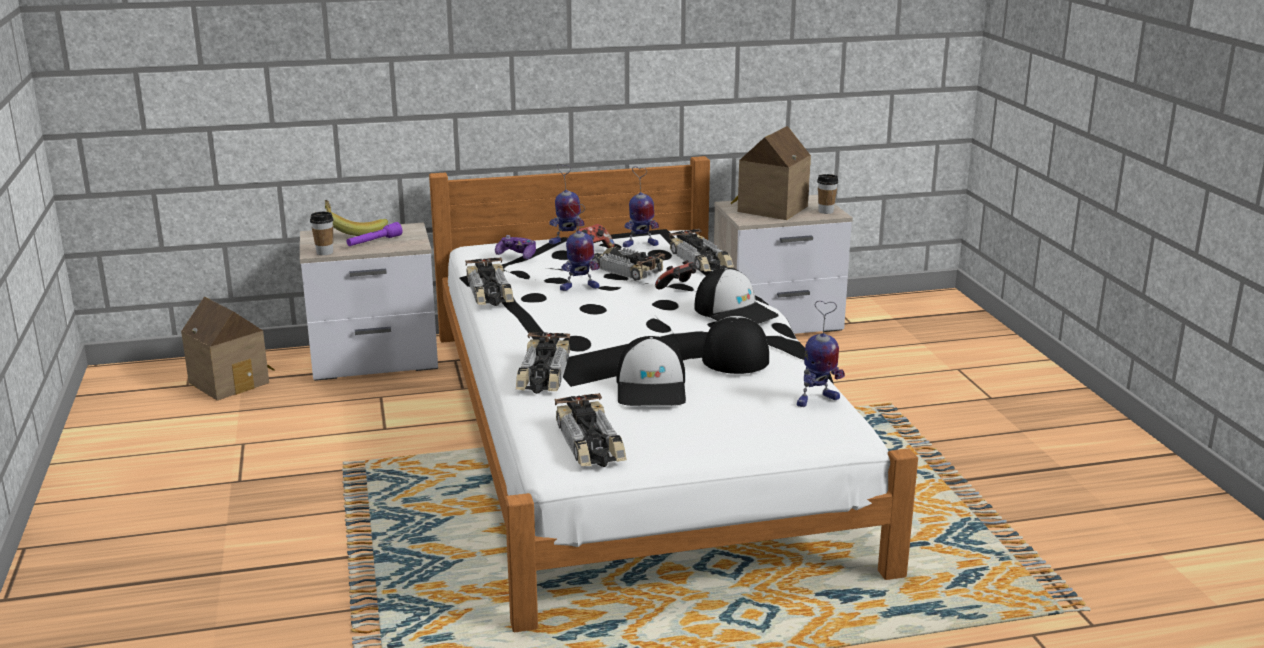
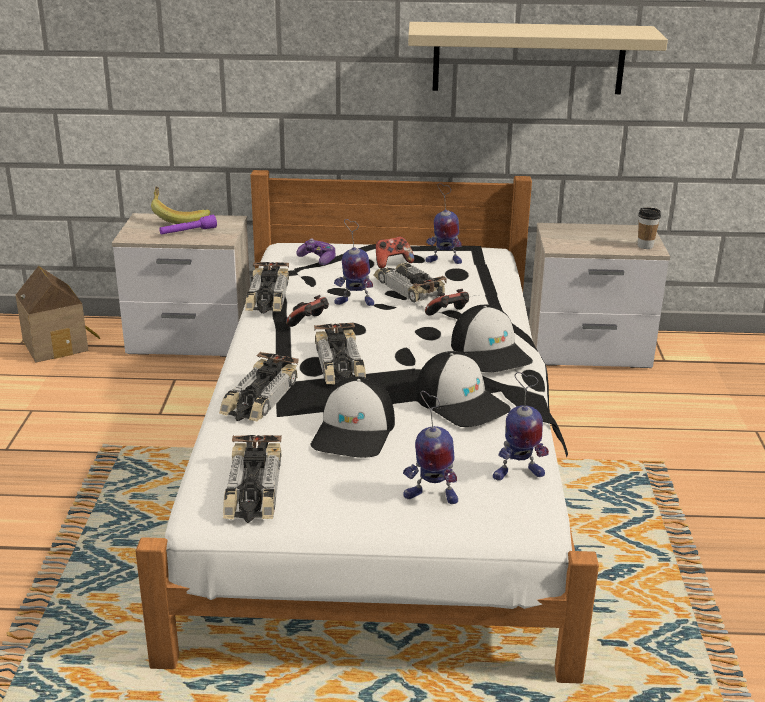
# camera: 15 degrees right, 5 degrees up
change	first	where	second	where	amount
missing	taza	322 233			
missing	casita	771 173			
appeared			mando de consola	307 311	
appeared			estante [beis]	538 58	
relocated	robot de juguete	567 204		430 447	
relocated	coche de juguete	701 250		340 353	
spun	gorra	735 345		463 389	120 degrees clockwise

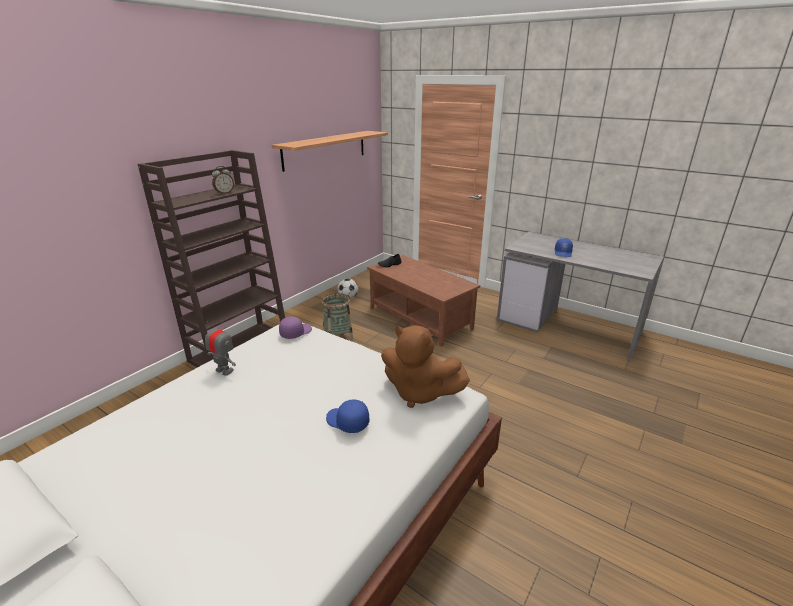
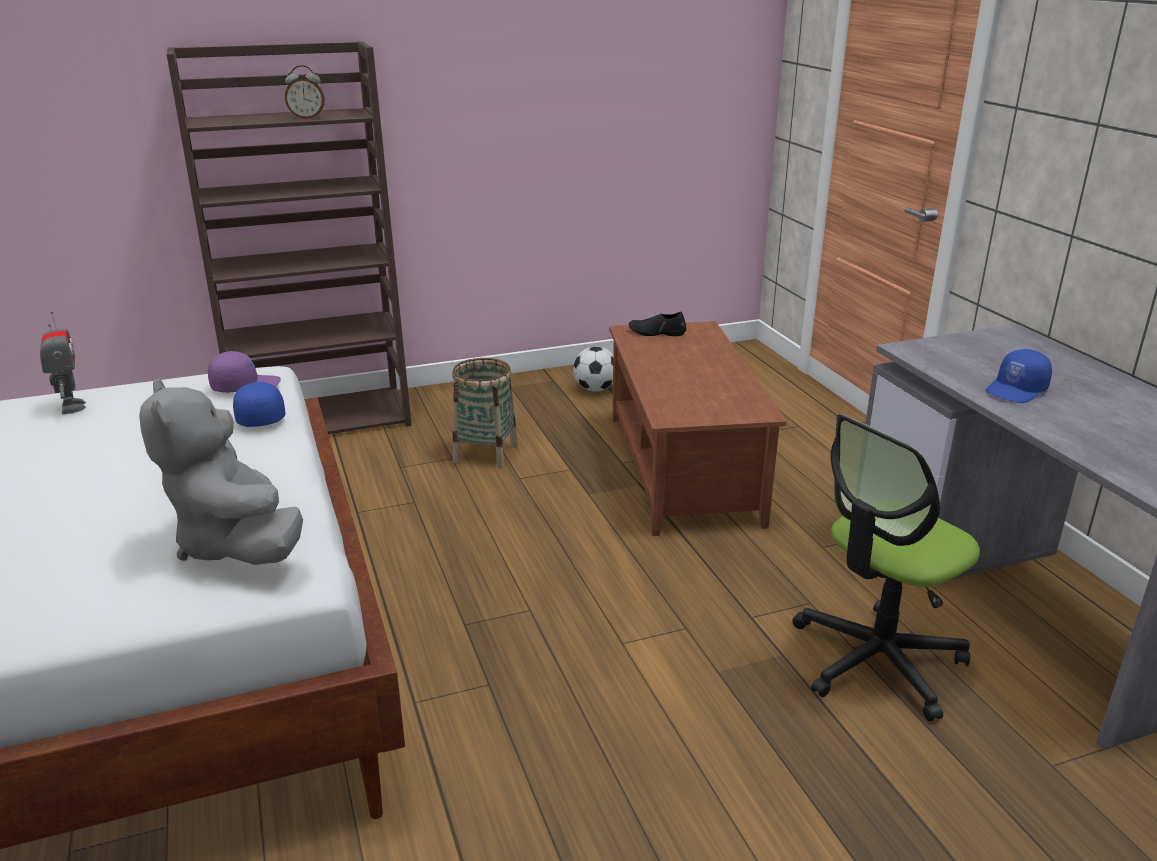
# camera: 35 degrees right, 0 degrees up
change	first	where	second	where	amount
missing	estante	330 151			
appeared			silla de oficina	886 567	
relocated	gorra [azul]	347 416		259 404	
colour	peluche [marrón]	425 366	peluche [gris]	221 471	

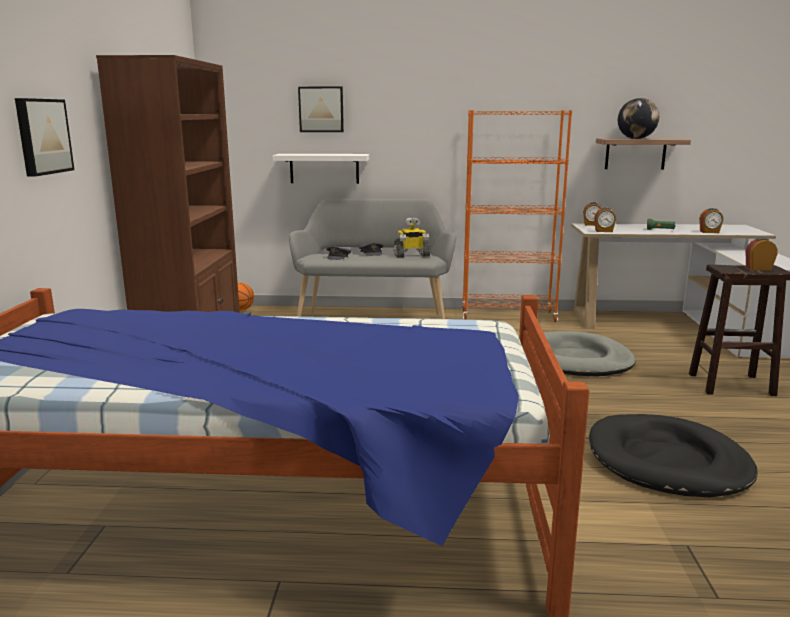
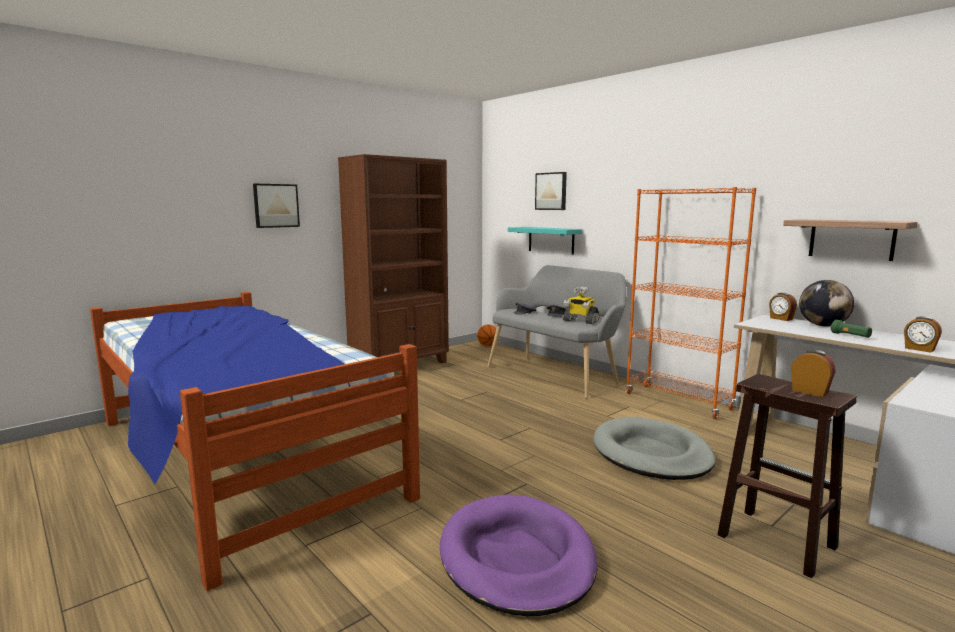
# camera: 45 degrees right, 5 degrees down
change	first	where	second	where	amount
missing	despertador	605 219			
relocated	globo terráqueo	638 118		826 303	
colour	estante [blanco]	321 169	estante [turquesa]	545 241	
colour	cama para perro [negro]	673 455	cama para perro [morado]	518 555	

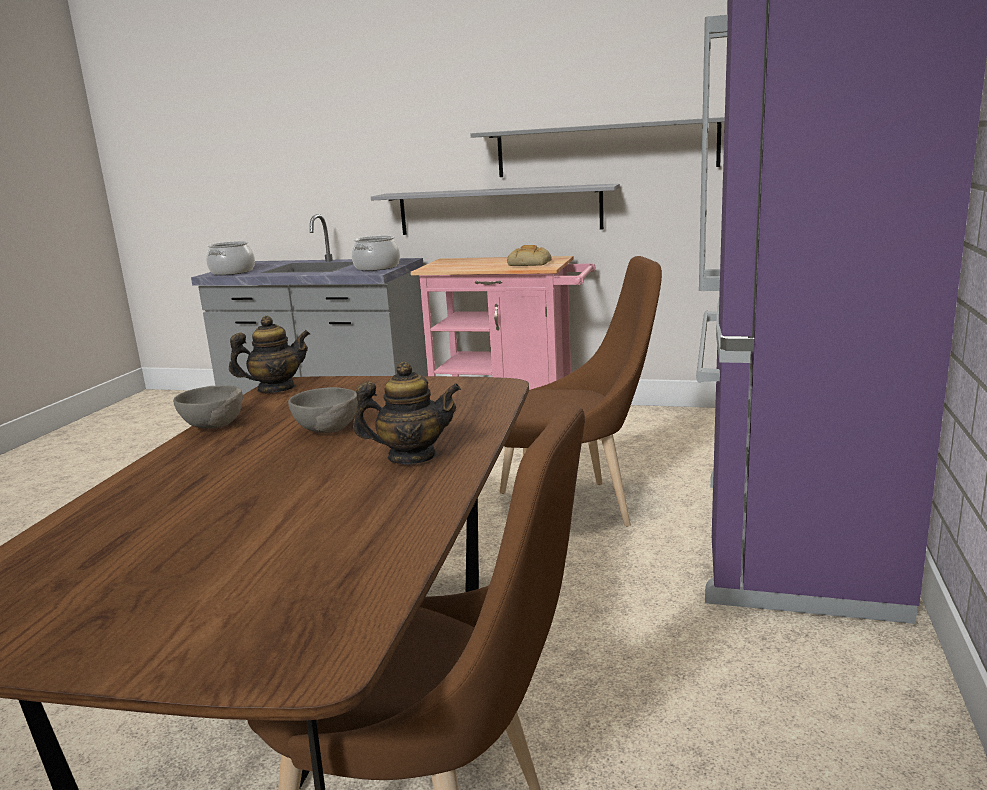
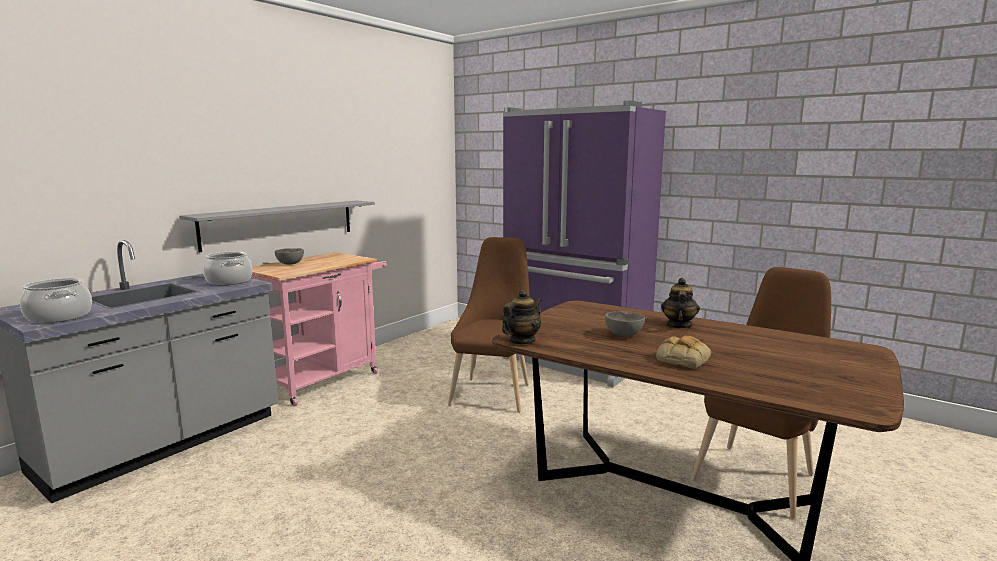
# camera: 70 degrees left, 5 degrees down
change	first	where	second	where	amount
missing	estante [gris]	598 147			
relocated	cuenco [gris]	208 407		289 256	
relocated	pan	529 255		683 352	
spun	tetera	269 354		522 316	45 degrees clockwise

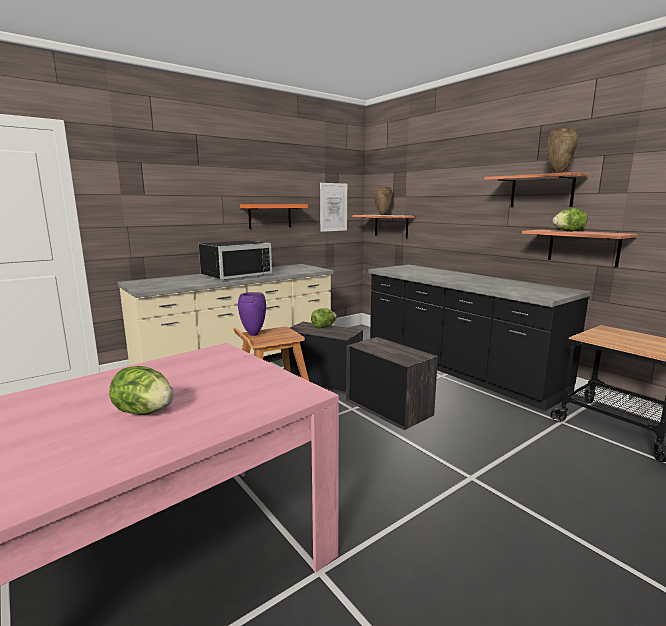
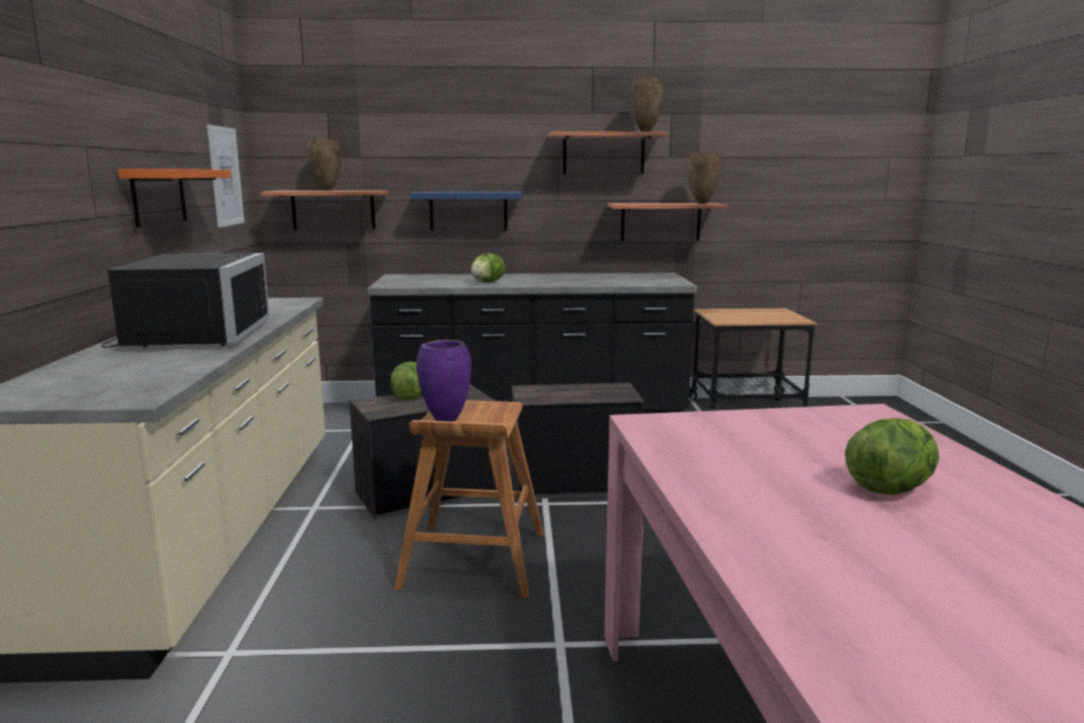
# camera: 55 degrees left, 0 degrees up
change	first	where	second	where	amount
appeared			estante [azul]	466 211	
appeared			florero [marrón]	704 178	
relocated	lechuga	570 220		488 268	

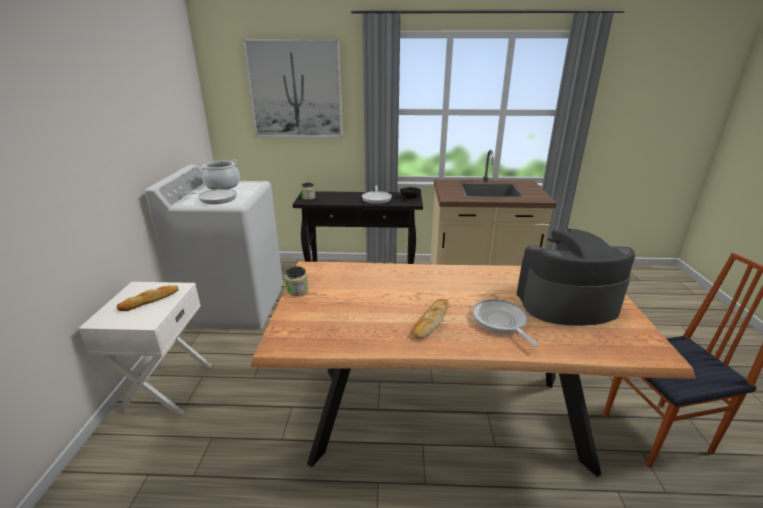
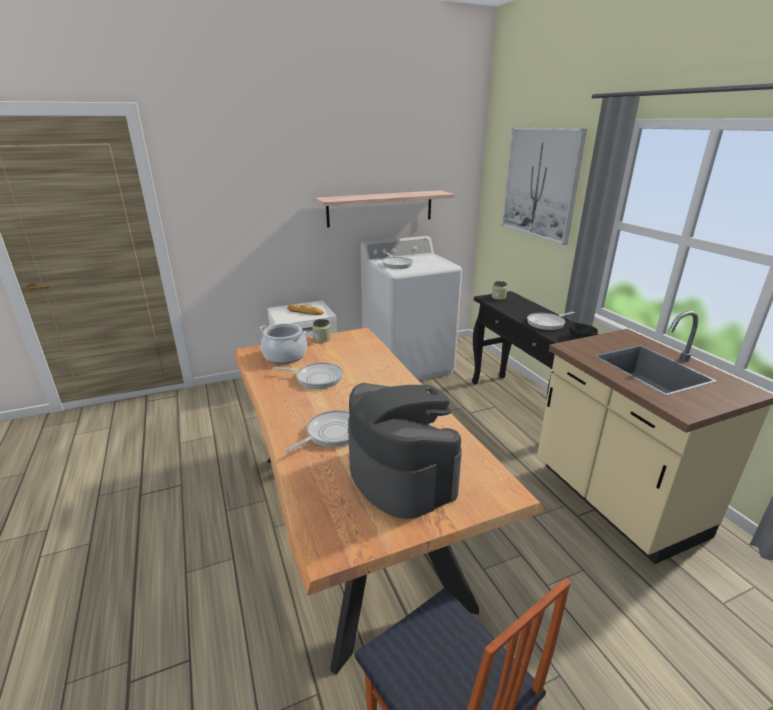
# camera: 65 degrees right, 0 degrees up
change	first	where	second	where	amount
missing	pan	430 319			
appeared			sartén	308 375	
appeared			estante	385 209	
relocated	olla	219 175		283 343	

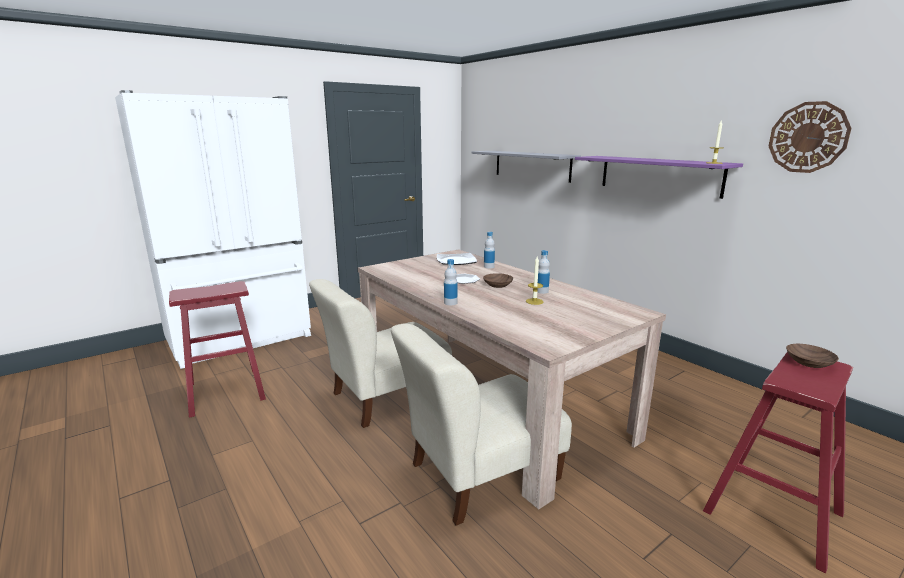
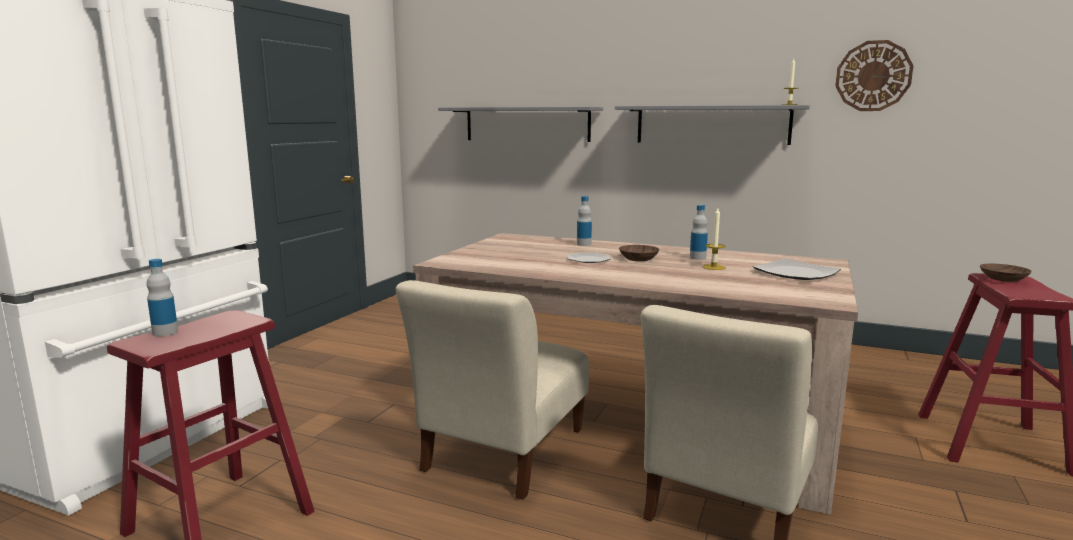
# camera: 30 degrees left, 5 degrees down
change	first	where	second	where	amount
relocated	plato	457 259		797 269	
relocated	botella	450 282		162 298	
colour	estante [morado]	659 177	estante [gris]	712 125	

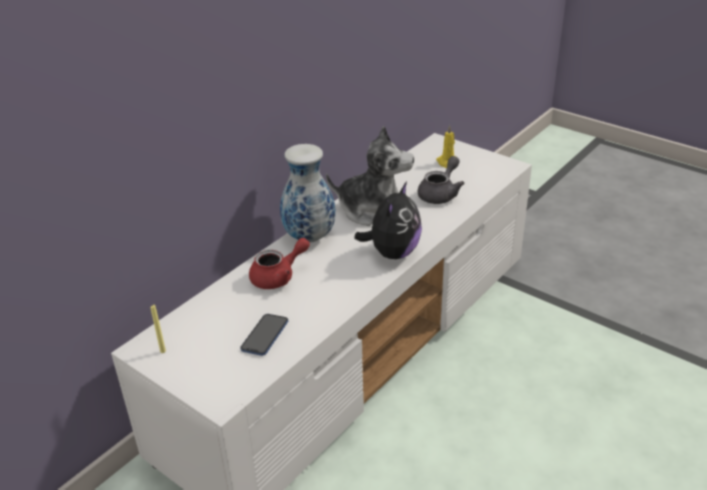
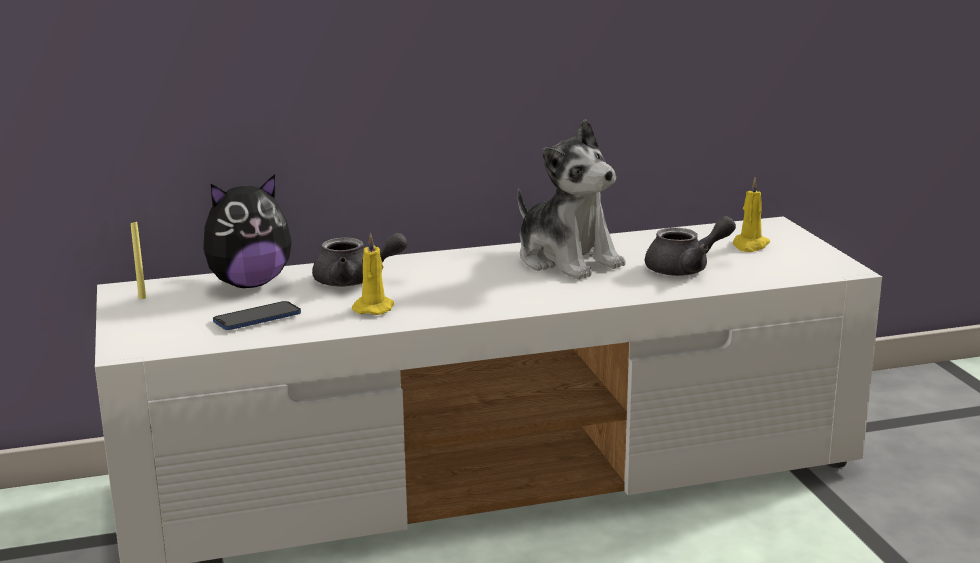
# camera: 35 degrees right, 15 degrees down
change	first	where	second	where	amount
missing	florero	308 193			
appeared			vela [amarillo]	373 274	
relocated	peluche	388 220		247 231	
colour	tetera [rojo]	279 263	tetera [gris]	359 260	

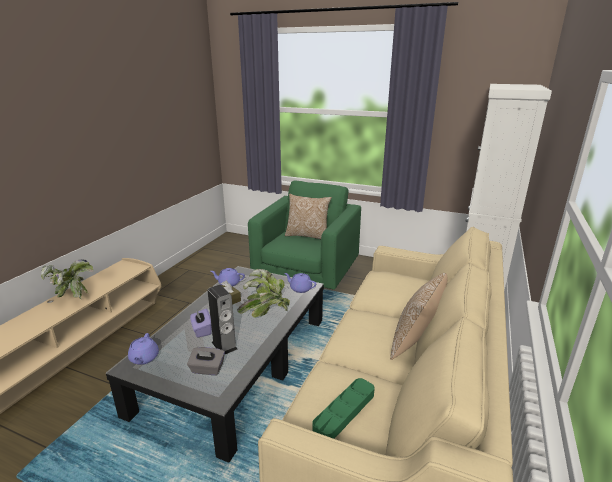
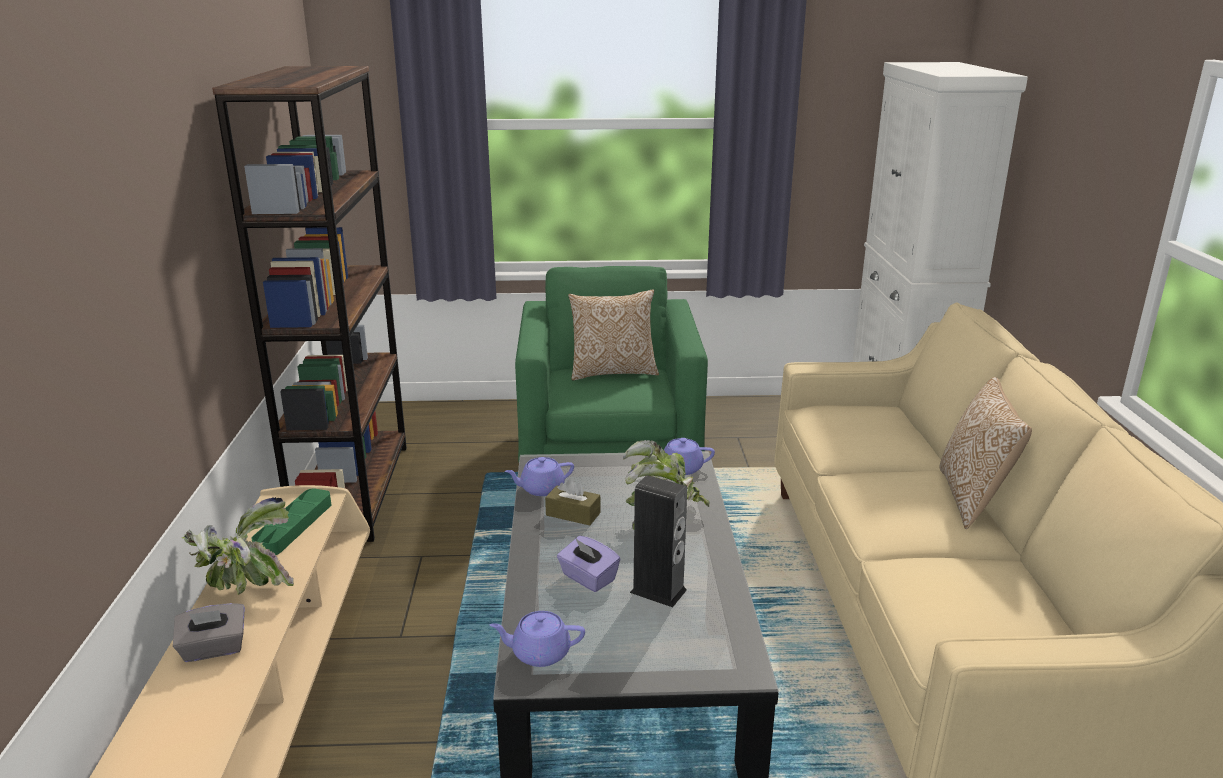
# camera: 25 degrees left, 0 degrees up
change	first	where	second	where	amount
appeared			estantería [marrón]	309 304	
relocated	caja de pañuelos [gris]	206 361		209 632	
relocated	bandeja [verde]	343 408		291 521	
spun	tetera [morado]	143 349		537 639	120 degrees clockwise

